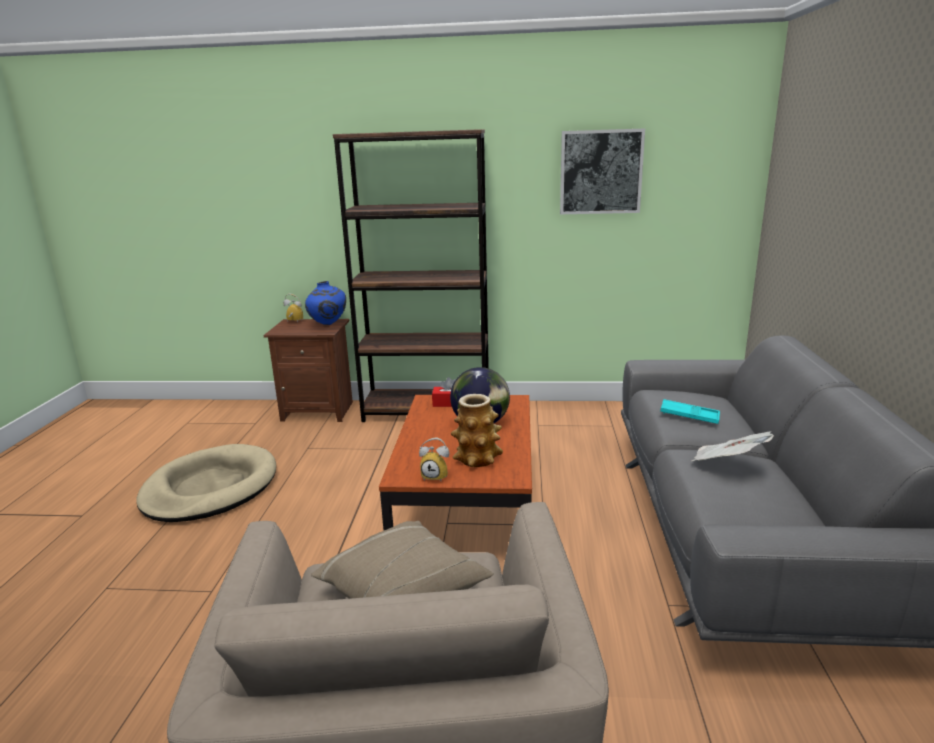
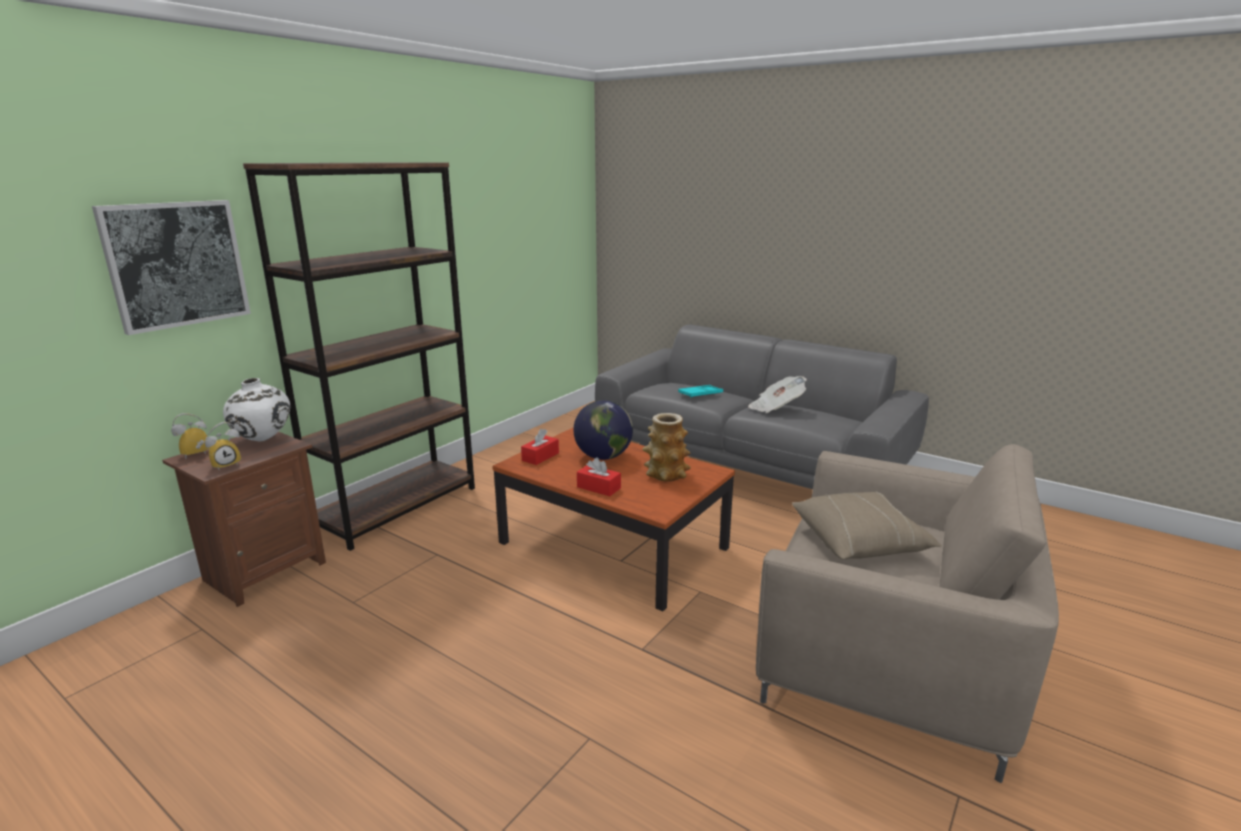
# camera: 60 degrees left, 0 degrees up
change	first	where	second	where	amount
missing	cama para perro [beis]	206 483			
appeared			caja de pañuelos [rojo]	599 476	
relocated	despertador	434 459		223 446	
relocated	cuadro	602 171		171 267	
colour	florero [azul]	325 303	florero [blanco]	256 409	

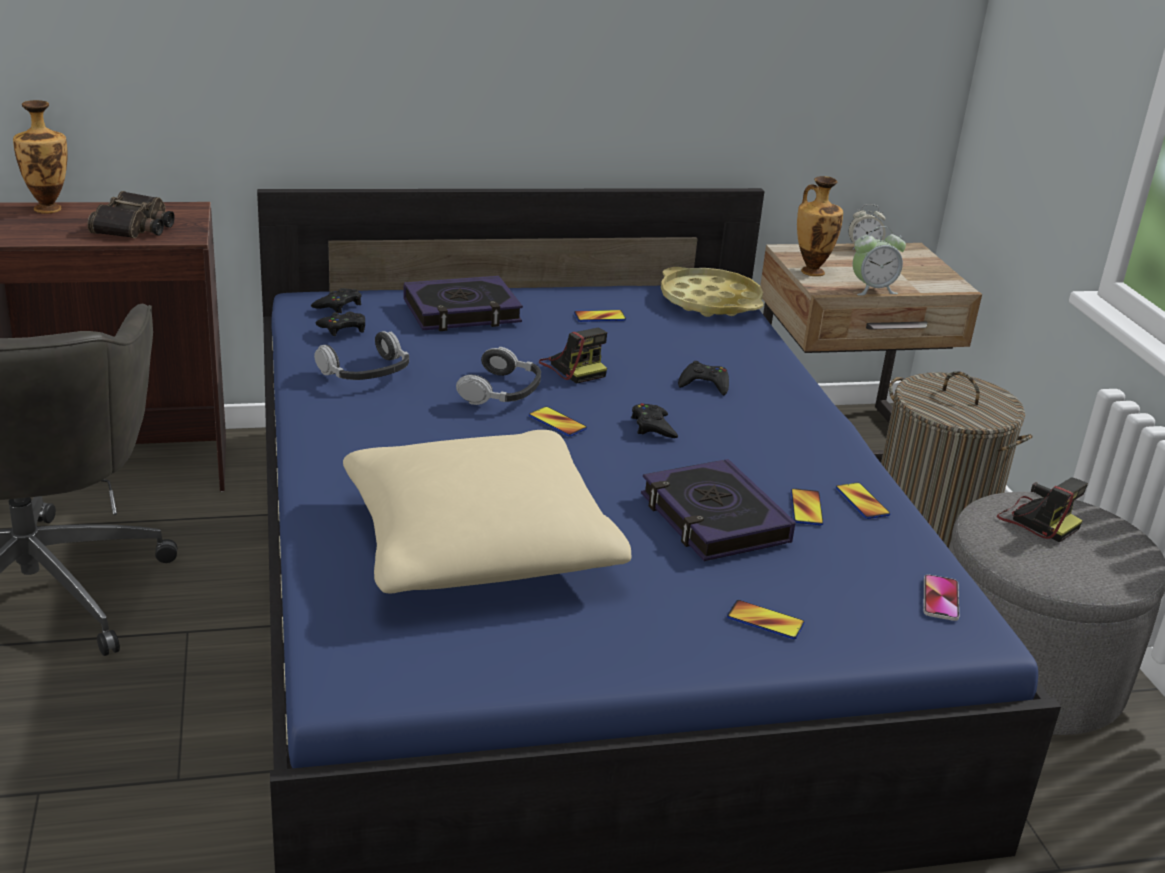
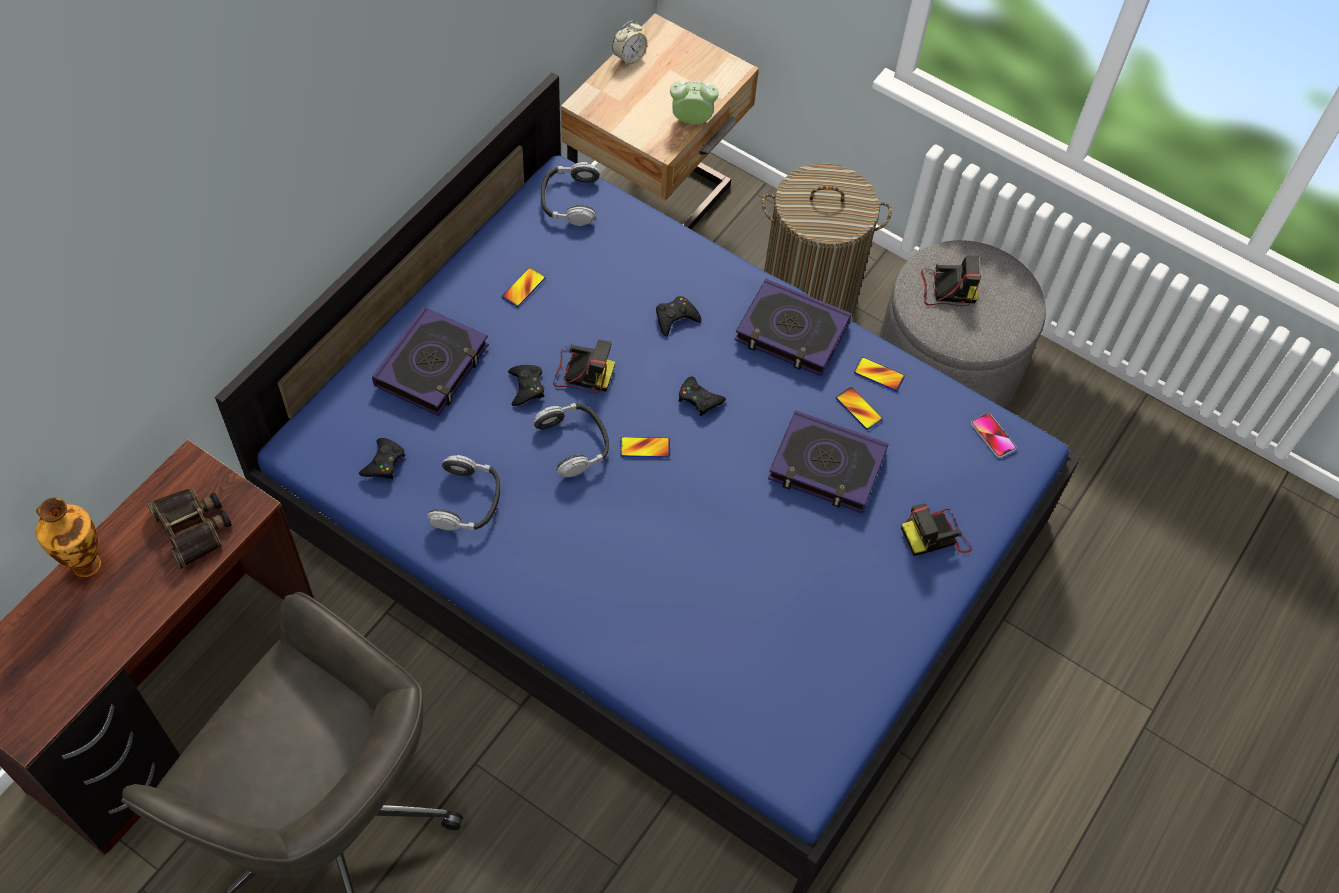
# camera: 45 degrees left, 30 degrees up
change	first	where	second	where	amount
missing	cojín [beis]	487 511			
missing	florero	820 226			
appeared			libro	793 327	
relocated	mando de consola [negro]	336 300		526 385	
exchanged	bandeja [amarillo]	712 292	auriculares	570 194	
exchanged	móvil	766 619	cámara	936 530	
spun	despertador	879 260		694 102	120 degrees counterclockwise

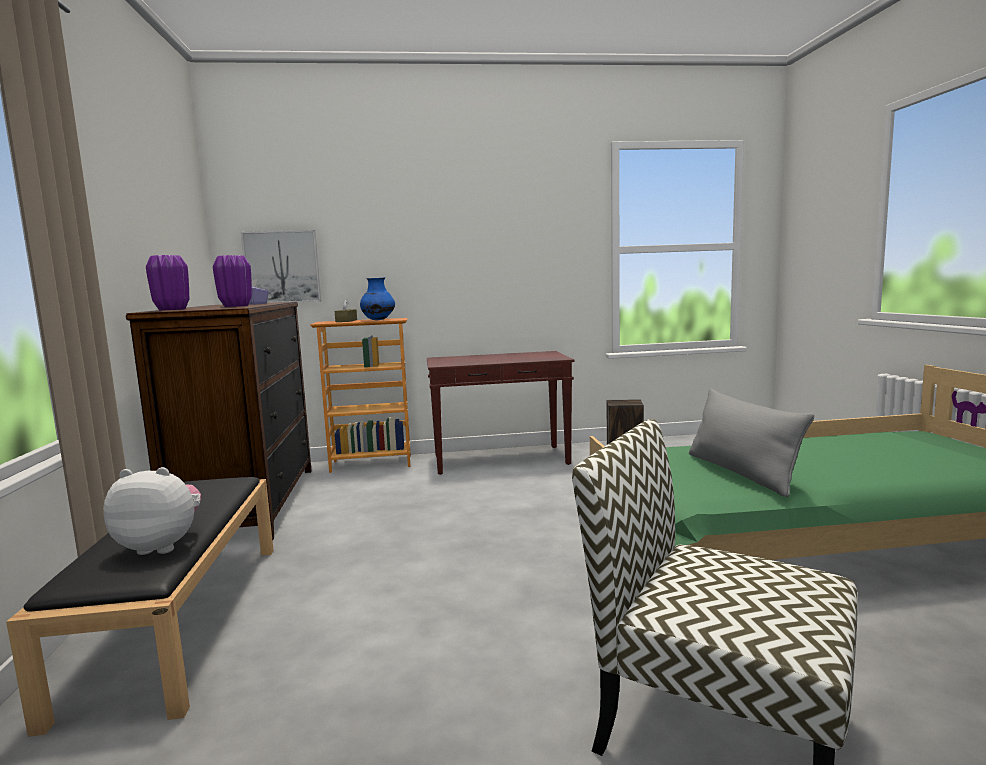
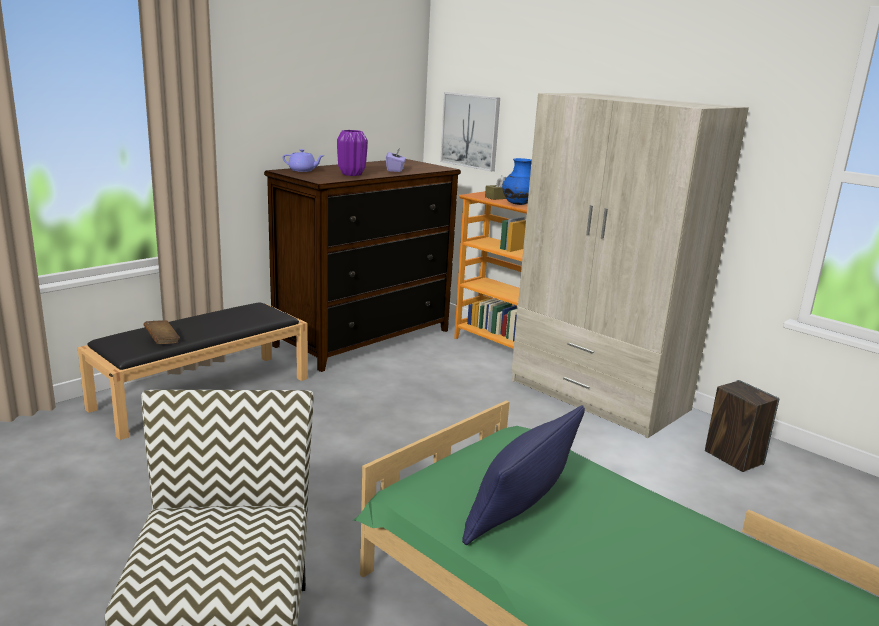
# camera: 50 degrees right, 10 degrees up
change	first	where	second	where	amount
exchanged	peluche	152 511	libro [marrón]	162 332	
exchanged	florero [morado]	167 282	tetera [morado]	303 160	
exchanged	mesa consola [marrón]	500 413	armario ropero [beis]	630 265	
colour	cojín [gris]	751 442	cojín [azul]	523 475	

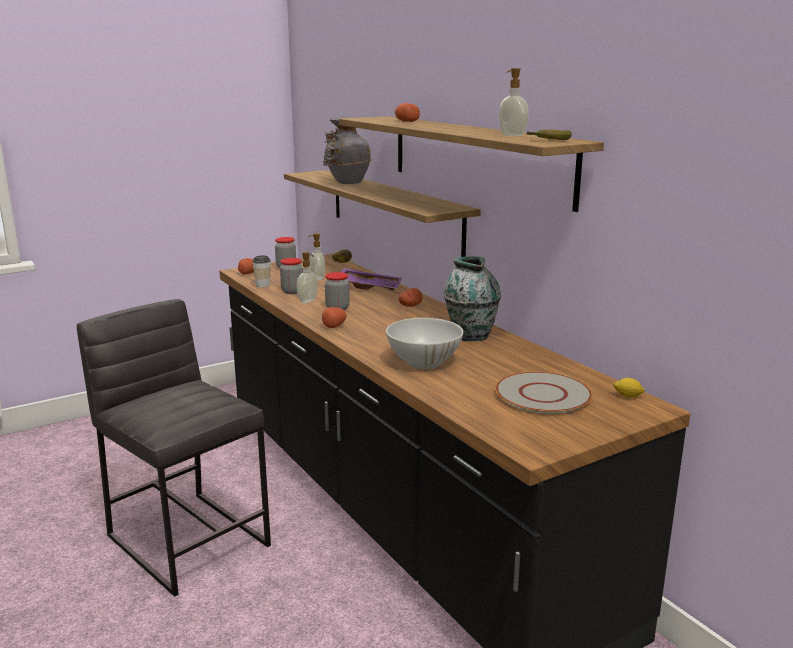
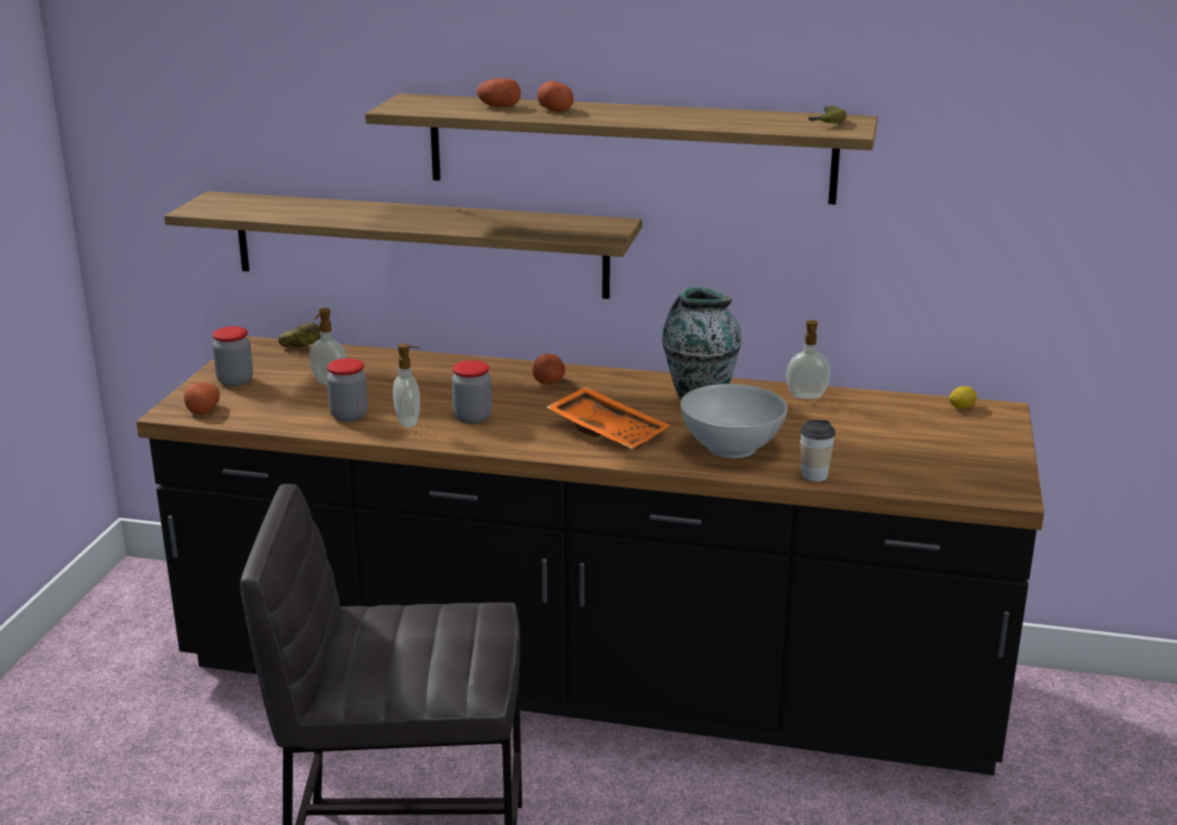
# camera: 45 degrees left, 5 degrees up
change	first	where	second	where	amount
missing	florero [gris]	347 150			
missing	bandeja [morado]	371 279			
missing	plato [gris]	544 393			
appeared			bandeja [naranja]	608 418	
relocated	taza	261 271		817 451	
relocated	patata	334 317		555 96	
relocated	dispensador de jabón	513 102		808 359	

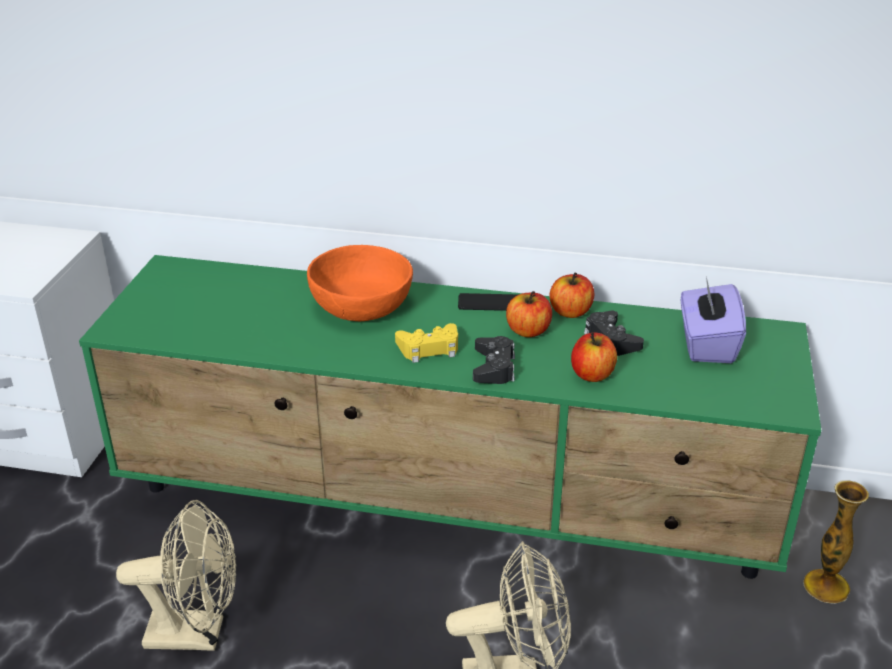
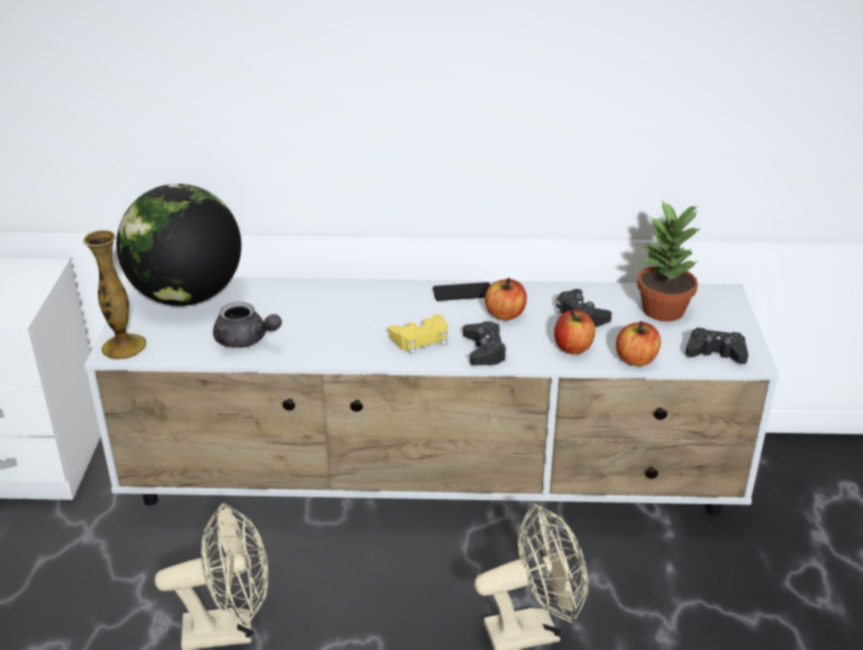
# camera: 10 degrees left, 0 degrees up
change	first	where	second	where	amount
missing	cuenco [naranja]	360 283			
appeared			globo terráqueo	178 245	
appeared			tetera [gris]	247 325	
appeared			mando de consola [negro]	716 345	
relocated	manzana	572 295		638 343	
relocated	florero	836 542		114 295	
exchanged	caja de pañuelos [morado]	713 319	planta en maceta	669 261	
colour	mueble de televisión [verde]	450 417	mueble de televisión [blanco]	431 396	

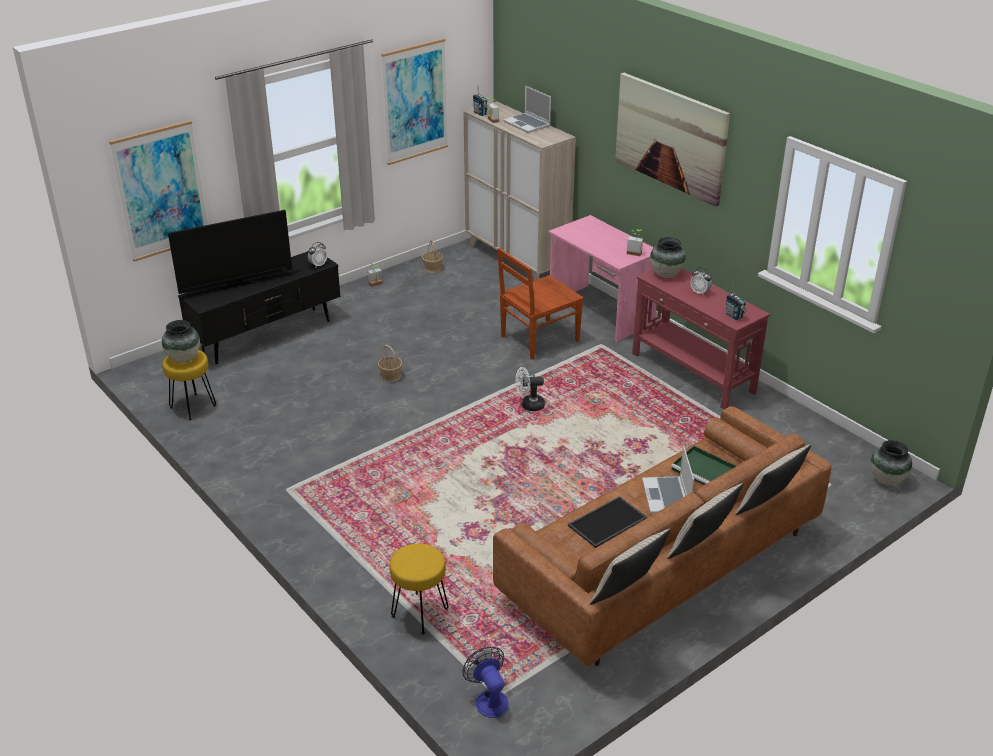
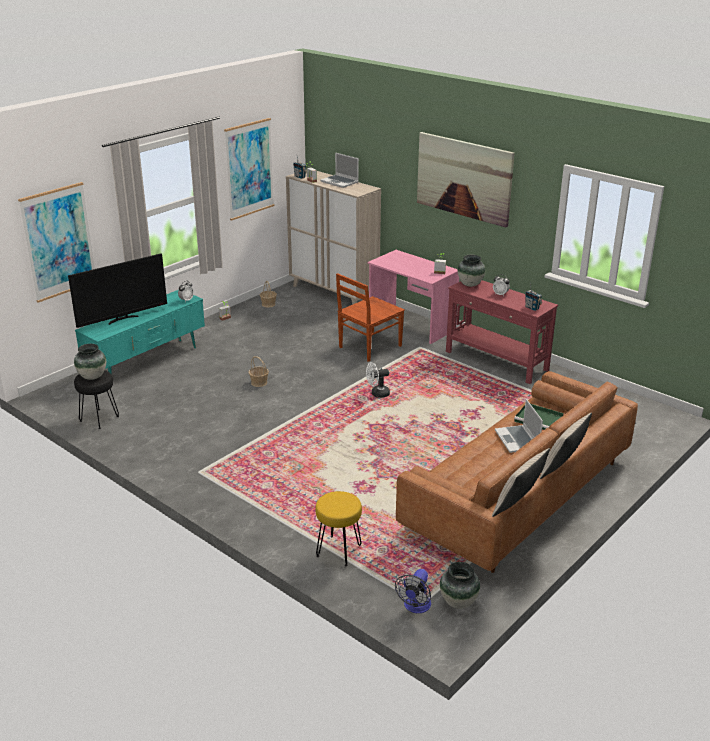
# camera: 10 degrees left, 5 degrees down
change	first	where	second	where	amount
missing	bandeja	608 522			
missing	cojín [beis]	773 480			
relocated	florero	891 462		460 585	
colour	taburete [amarillo]	189 385	taburete [negro]	96 399	
colour	mueble de televisión [negro]	259 307	mueble de televisión [turquesa]	140 331	
spun	ventilador	485 682		413 591	120 degrees counterclockwise

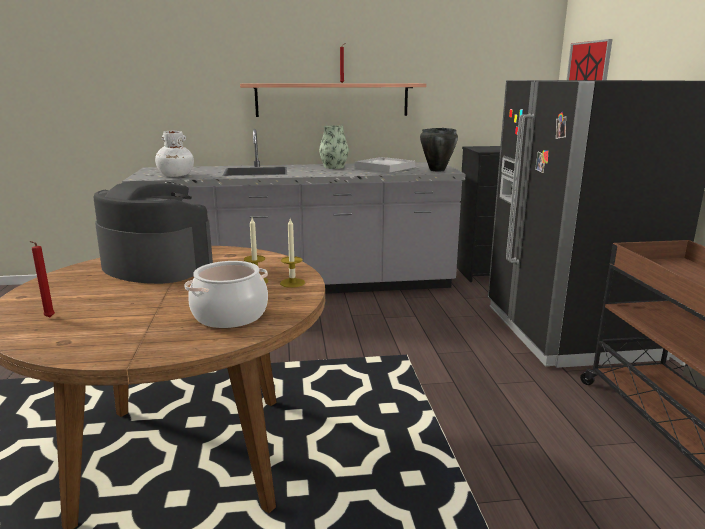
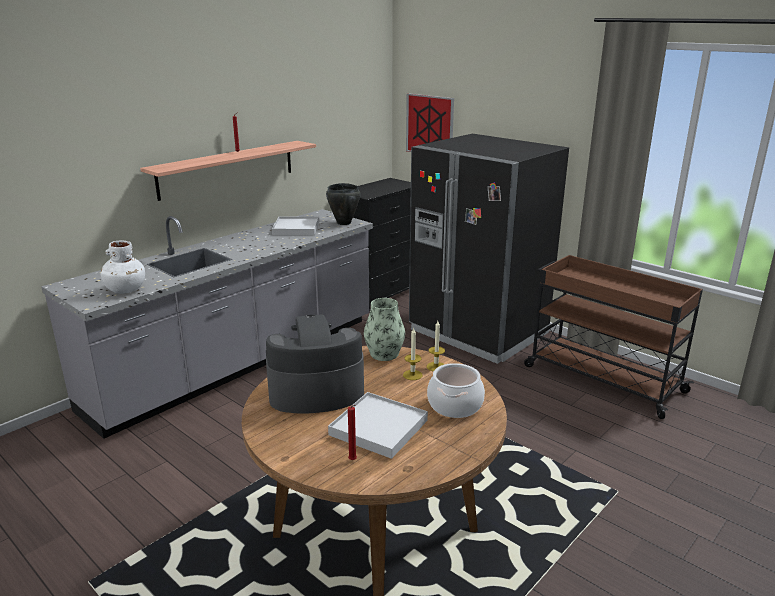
# camera: 40 degrees left, 5 degrees up
change	first	where	second	where	amount
appeared			bandeja [blanco]	378 425	
relocated	florero	334 147		384 329	

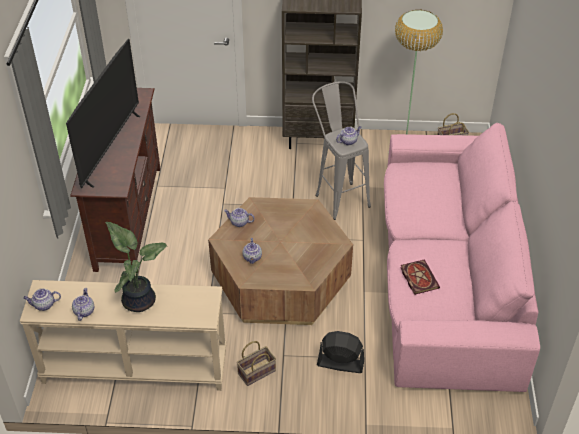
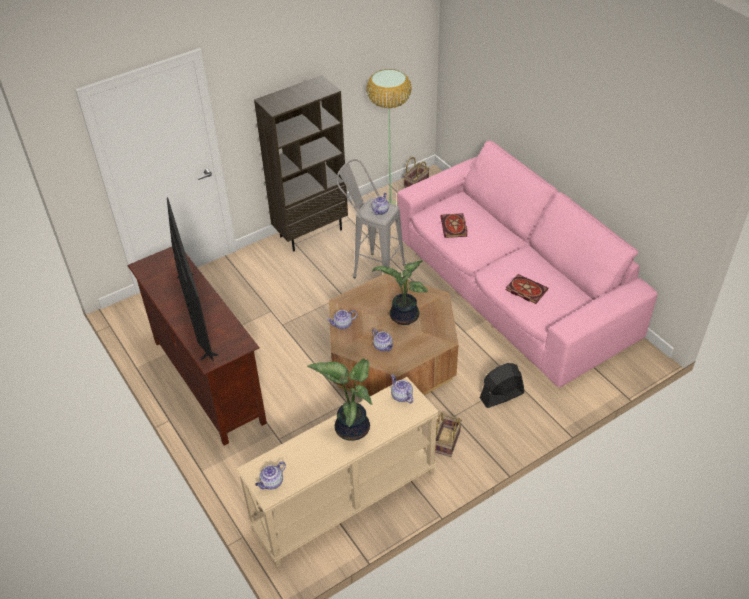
# camera: 35 degrees left, 0 degrees up
change	first	where	second	where	amount
appeared			planta en maceta	400 292	
appeared			libro	453 225	
relocated	tetera	83 304		402 388	

